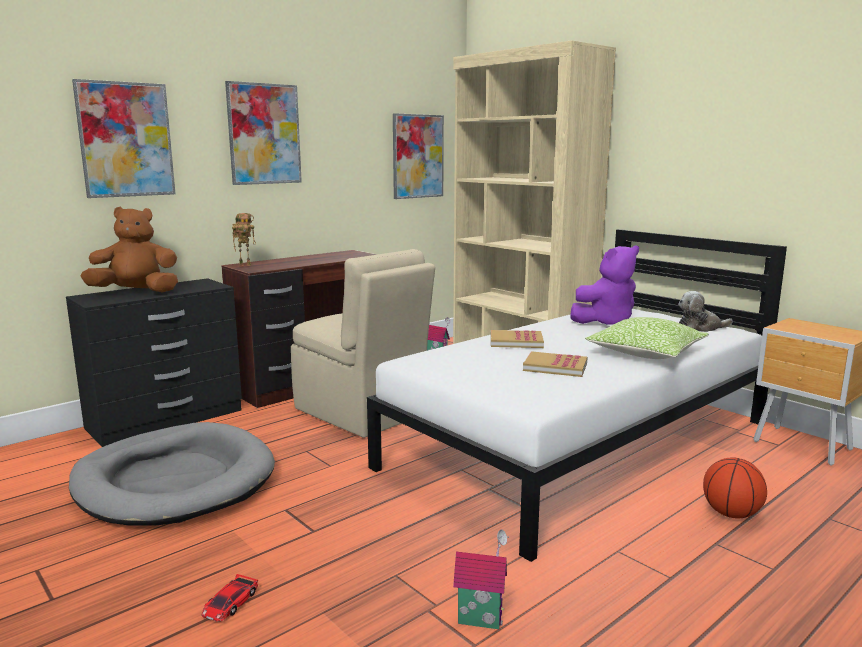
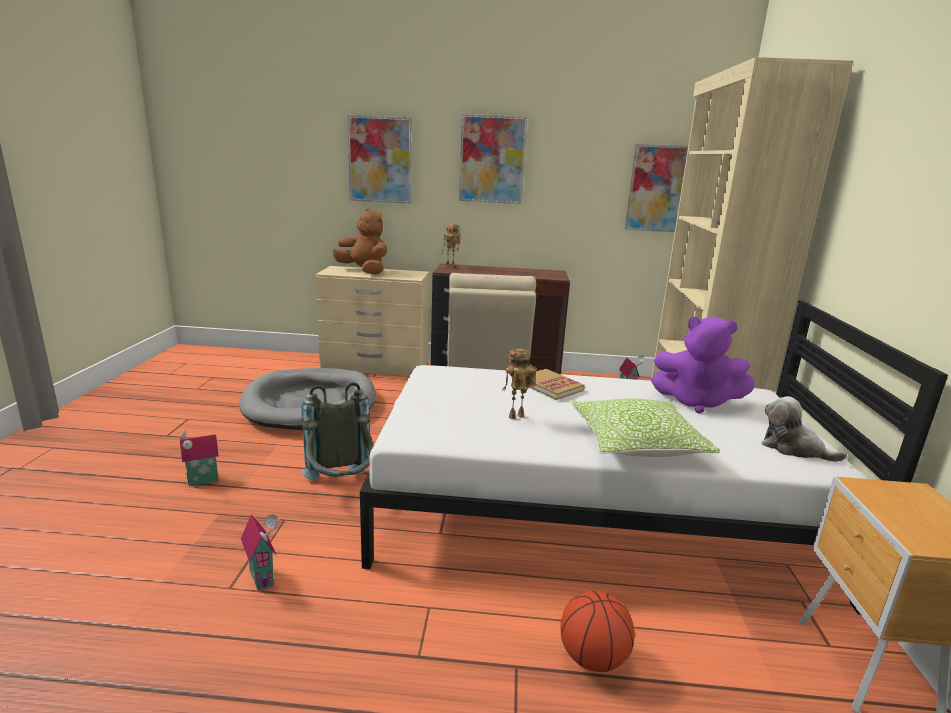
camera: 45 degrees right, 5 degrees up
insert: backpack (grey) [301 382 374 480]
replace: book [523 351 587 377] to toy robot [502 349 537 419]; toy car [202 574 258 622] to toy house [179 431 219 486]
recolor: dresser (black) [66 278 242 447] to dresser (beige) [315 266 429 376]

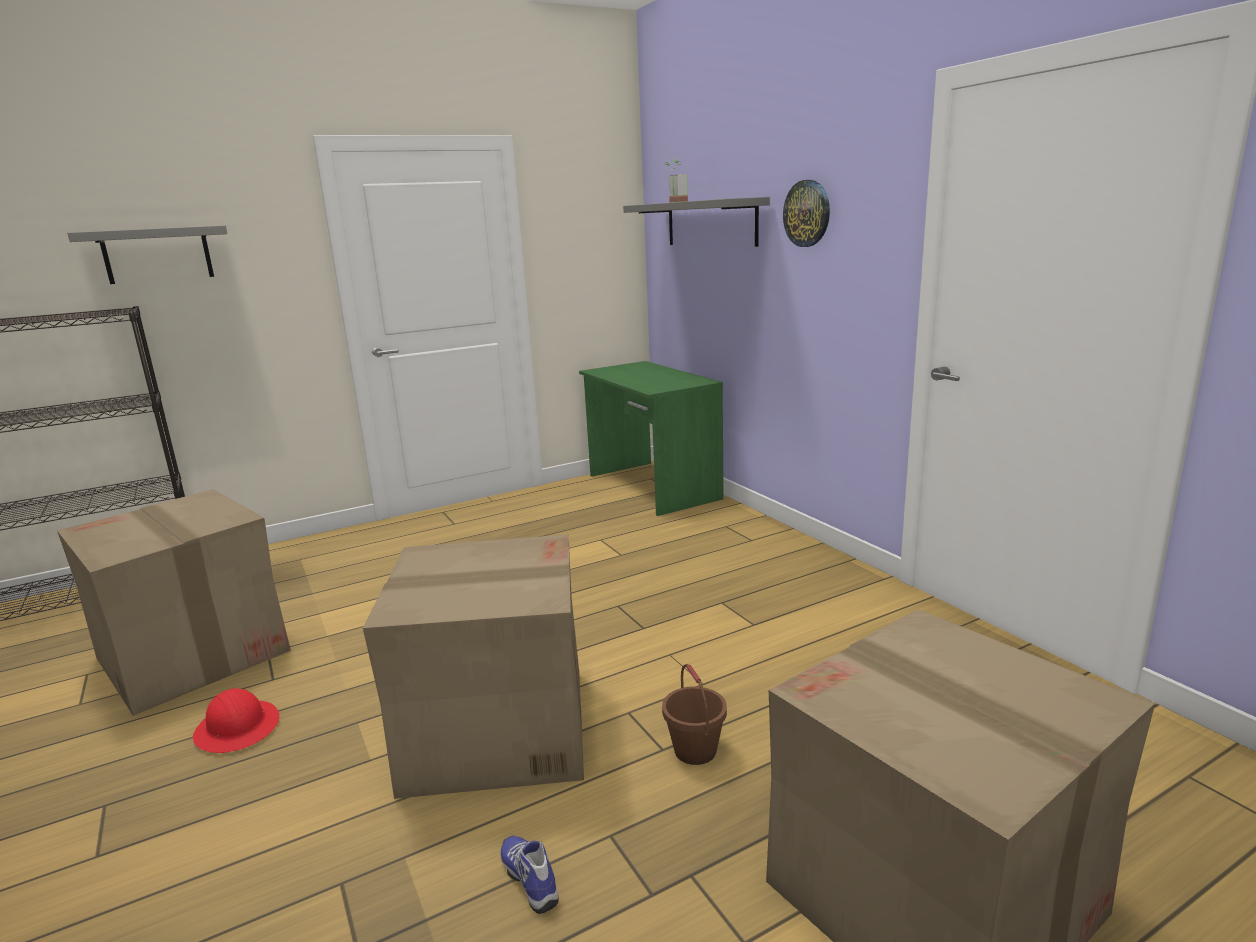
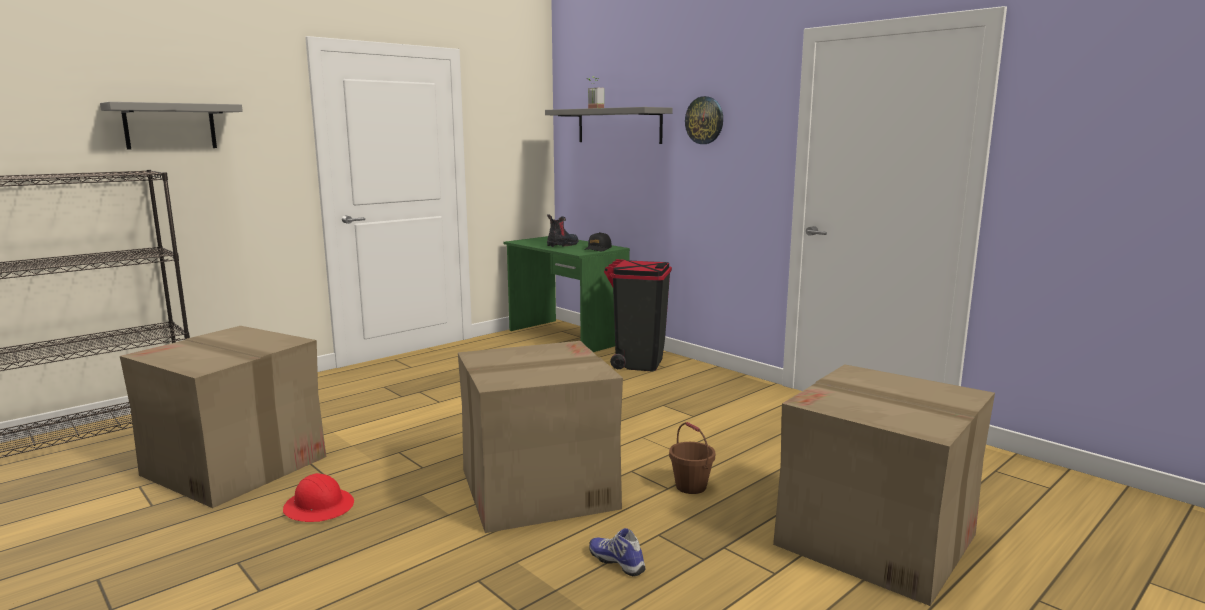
camera: 15 degrees left, 5 degrees down
insert: boot [547 214 579 247]; cap (black) [585 232 612 251]; trash can (black) [604 259 672 371]

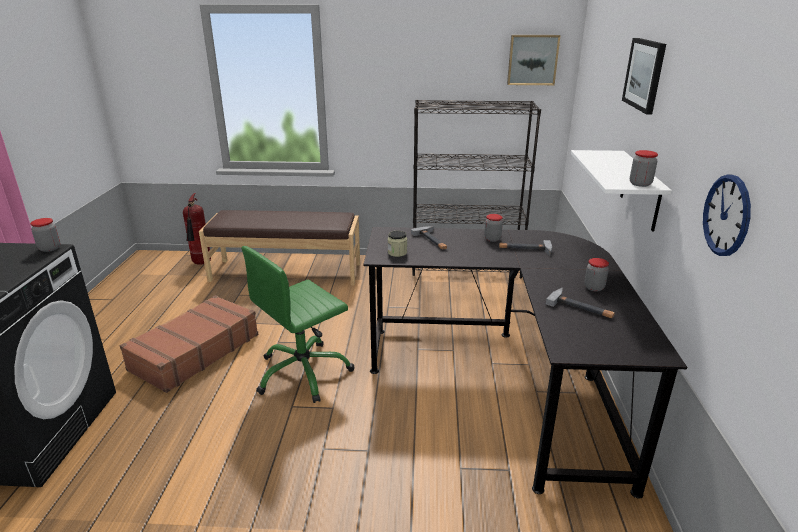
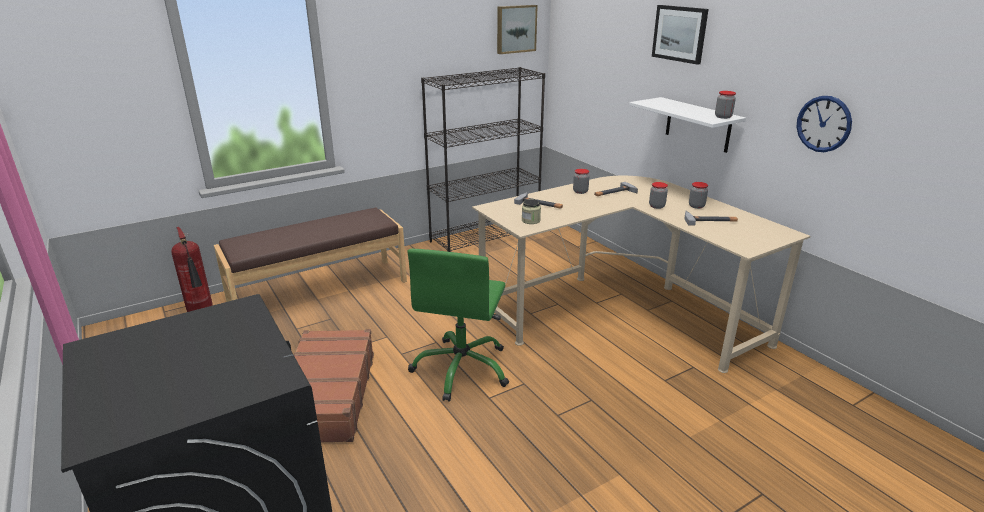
camera: 35 degrees left, 0 degrees up
move: jar [30 218 60 252] to [649 182 668 209]
recolor: desk (black) [363 227 687 499] to desk (beige) [472 176 810 373]

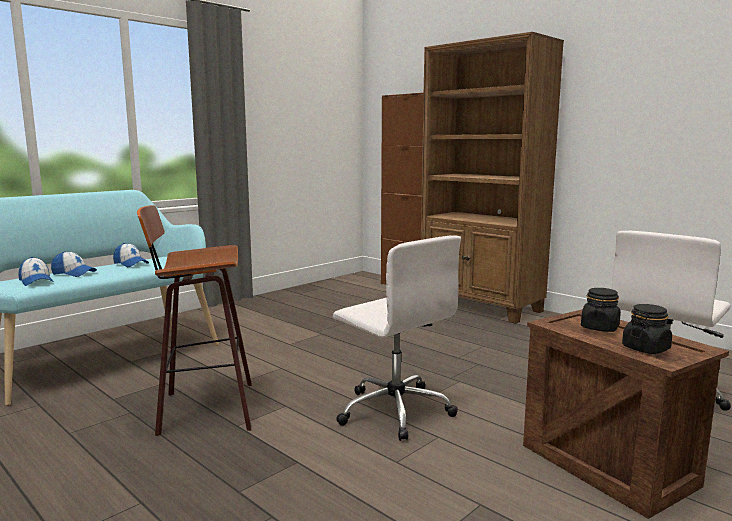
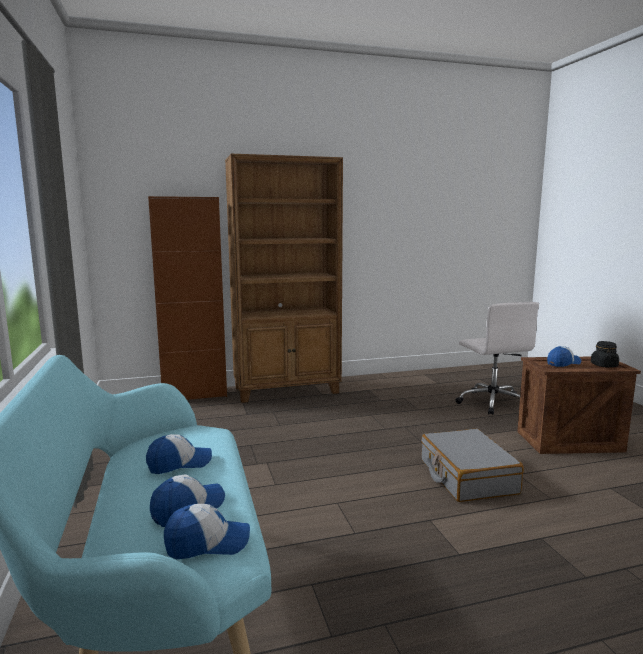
camera: 60 degrees left, 0 degrees up
delete: stool [137 205 252 436]
replace: office chair (white) [333 236 461 441] to suitcase (grey) [421 429 524 502]; jar (black) [581 288 621 332] to cap [547 346 581 367]

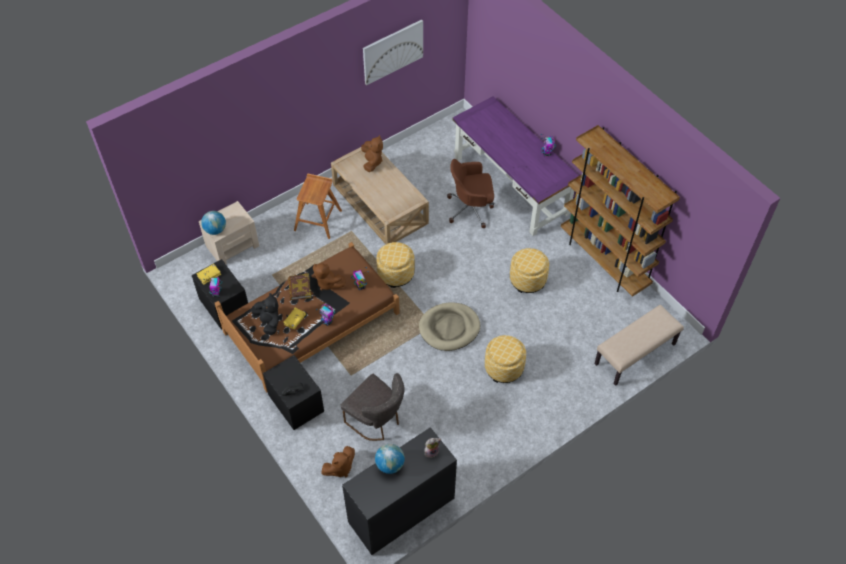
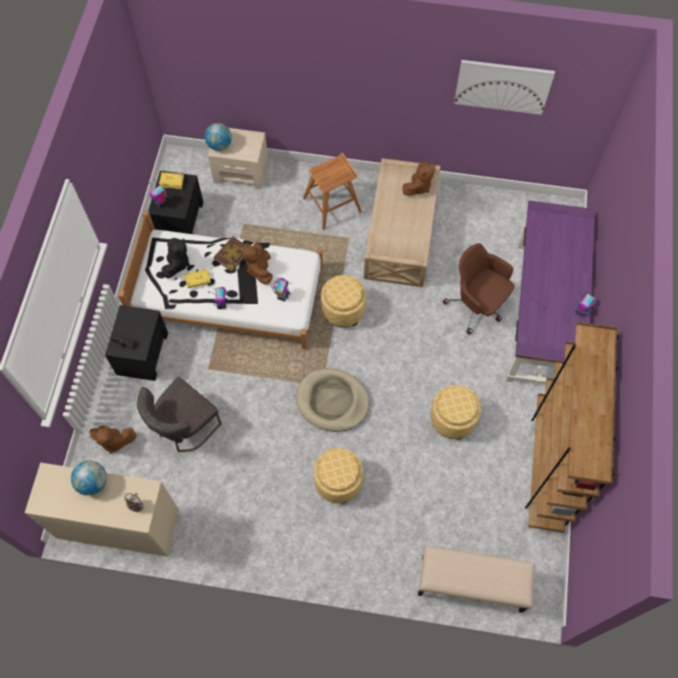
camera: 45 degrees right, 10 degrees up
recolor: bed (brown) [215 242 400 392] to bed (white) [118 210 323 349]; dresser (black) [342 427 457 555] to dresser (beige) [25 462 179 557]
rotate: chair (grey) [340 373 405 441] = [137 377 222 452] 45 degrees clockwise

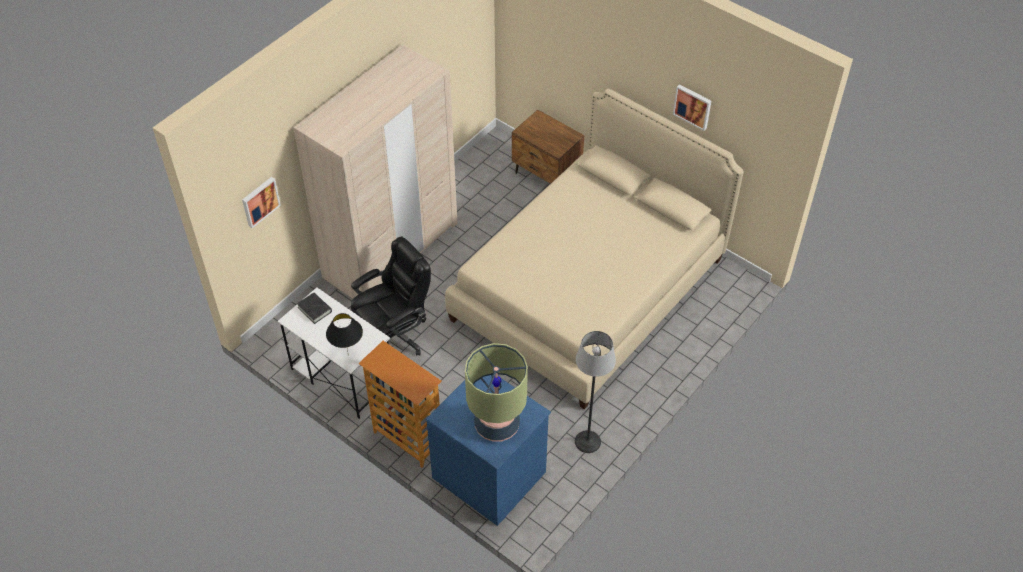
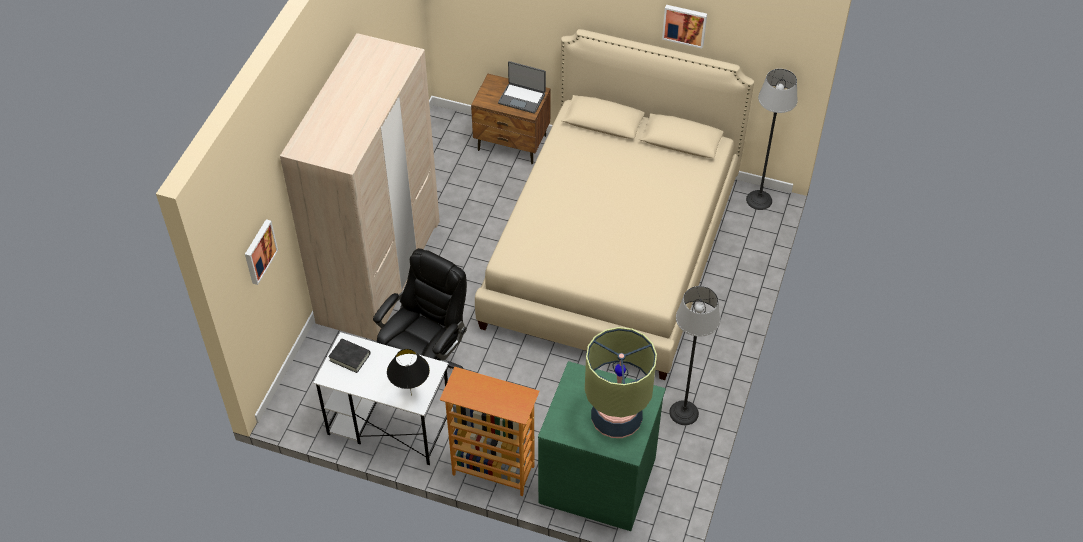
camera: 20 degrees left, 0 degrees up
insert: laptop [498 61 546 114]; floor lamp [746 69 798 210]
recolor: dresser (blue) [426 375 551 526] to dresser (green) [538 361 666 531]

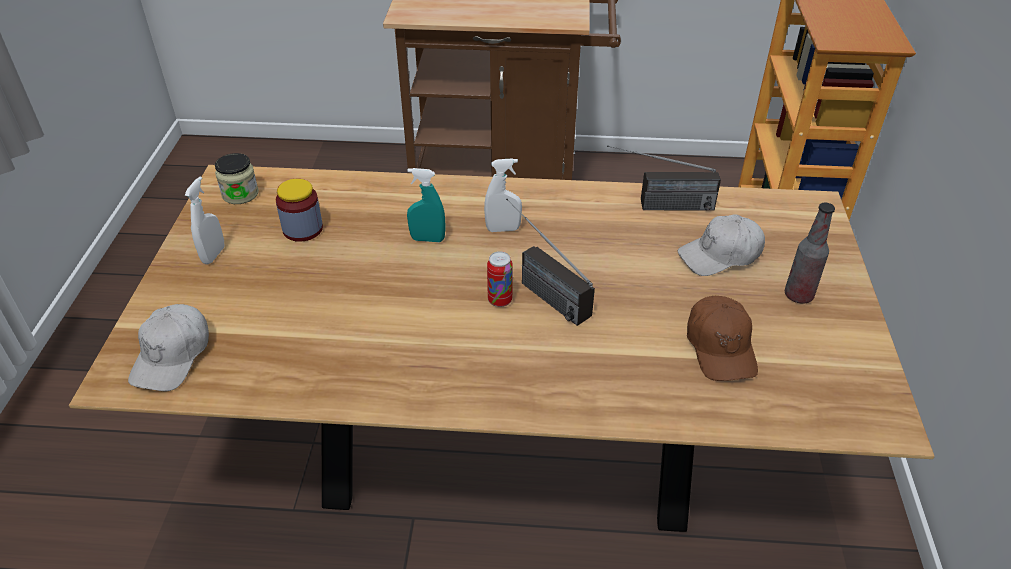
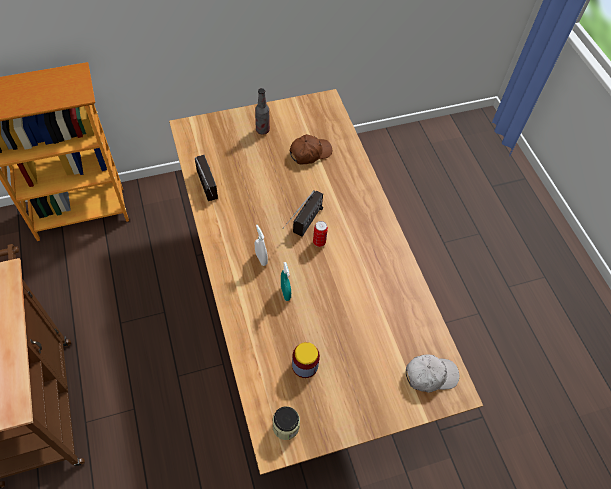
camera: 115 degrees left, 15 degrees up
delete: spray bottle (white) [185 176 225 264]; cap (white) [678 214 765 276]

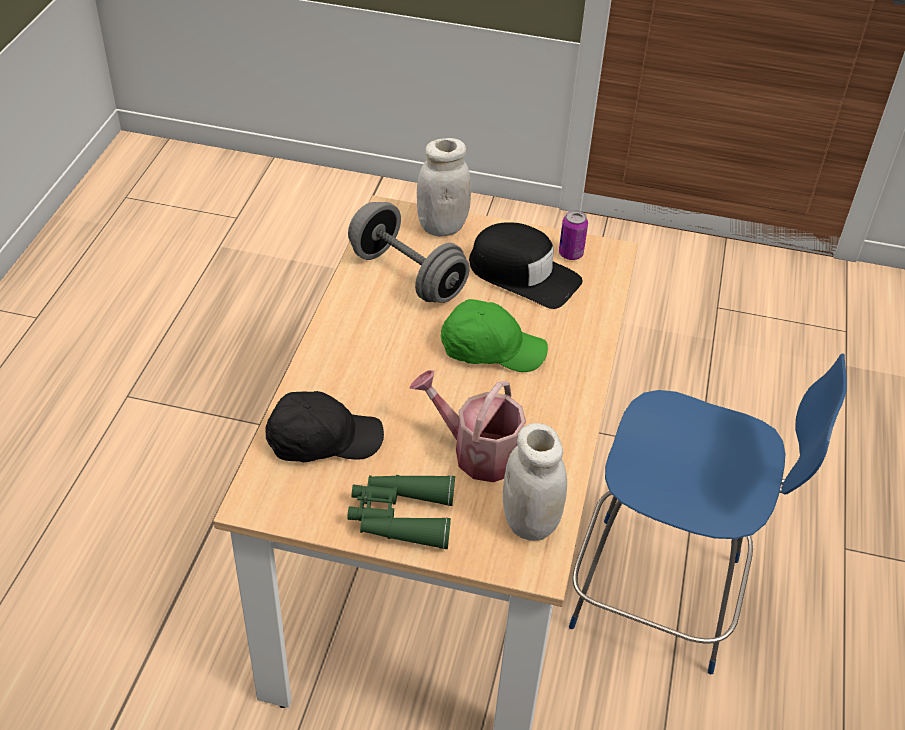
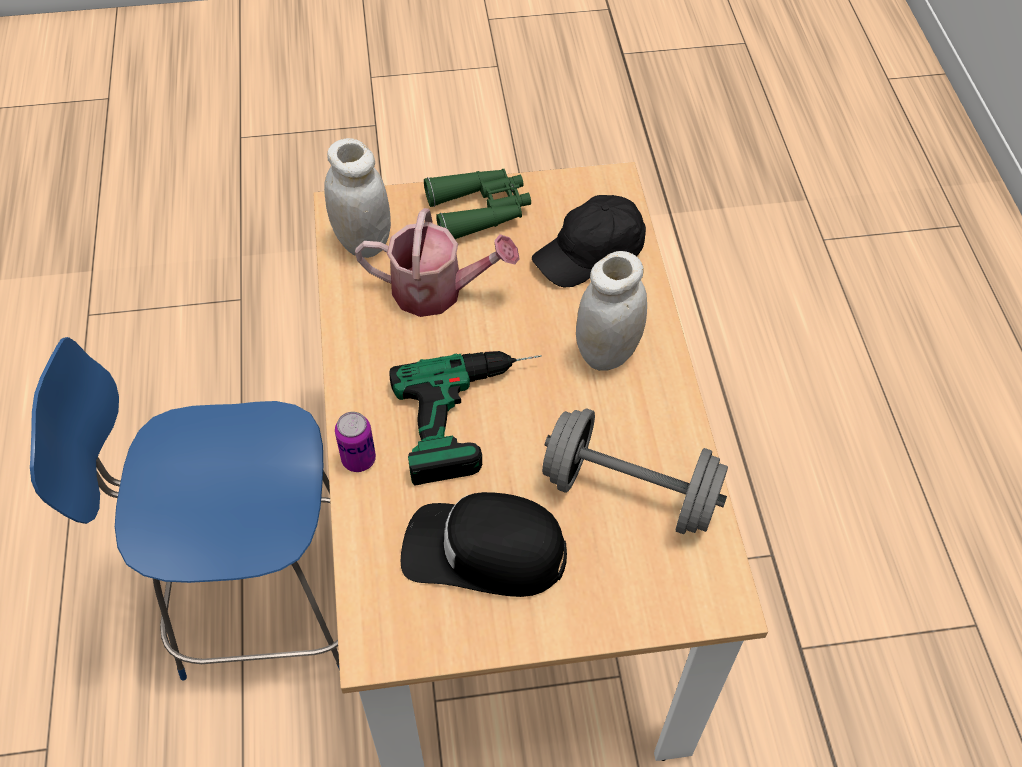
camera: 160 degrees right, 10 degrees up
move: jar (white) [417 138 471 237] to [576 251 647 371]; can [559 210 588 260] to [335 412 376 472]
replace: cap (green) [441 299 548 372] to power drill [390 351 542 486]

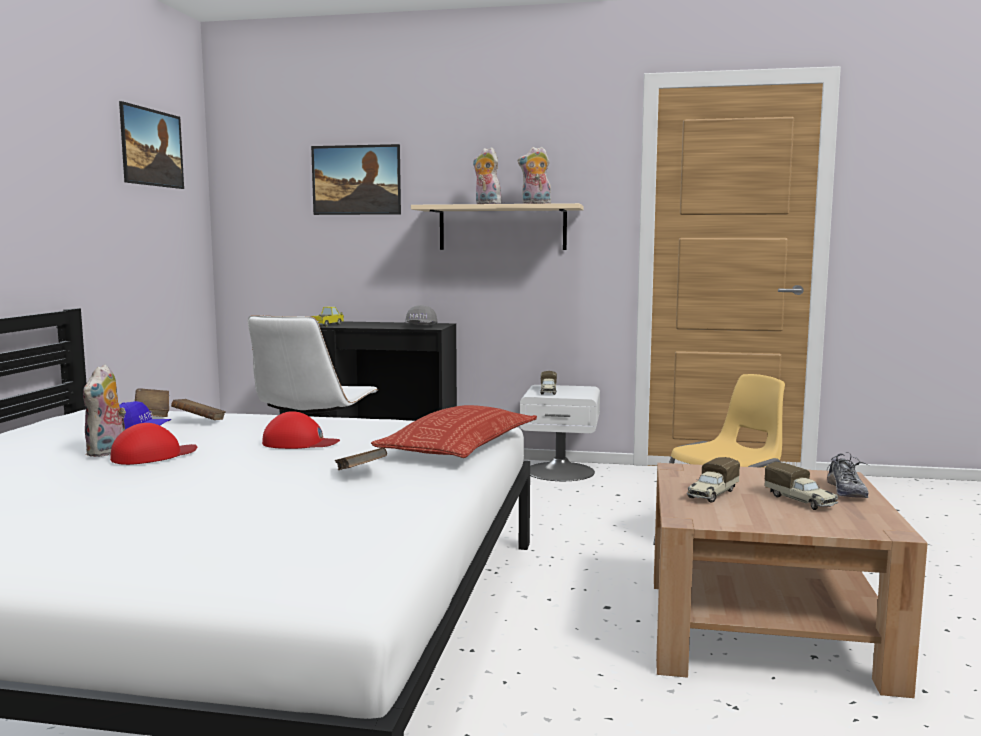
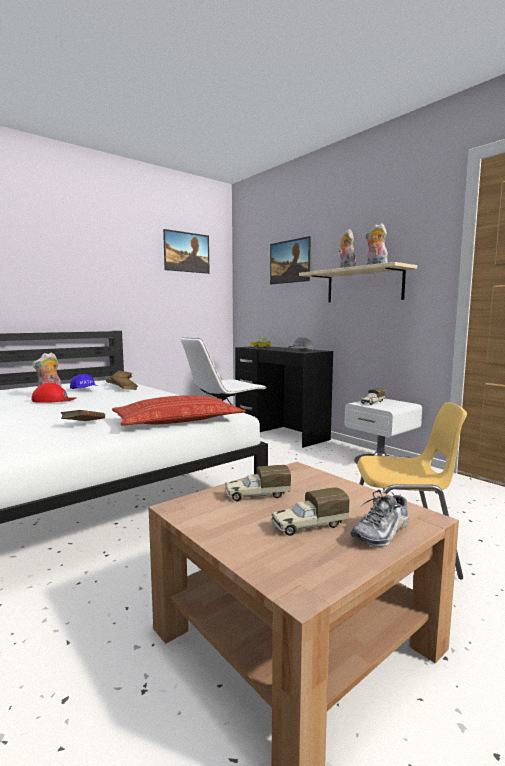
camera: 40 degrees right, 0 degrees up
delete: cap (red) [262 411 340 449]
rotate: toy truck [764 462 838 510] = [271 487 350 536] 60 degrees clockwise

